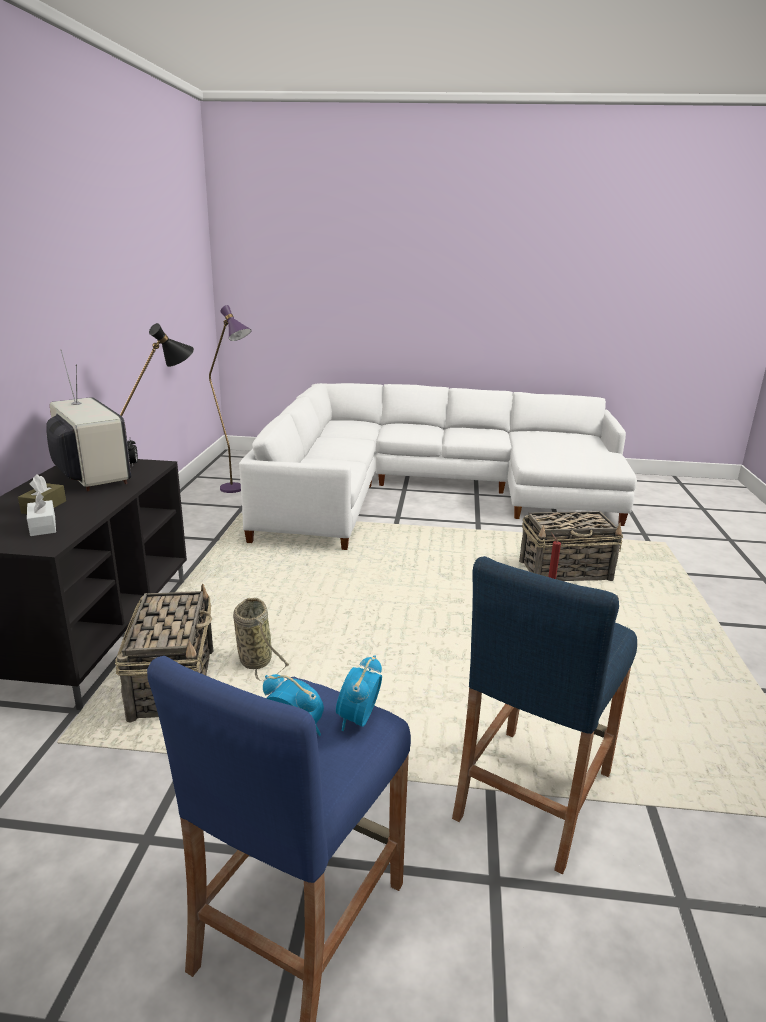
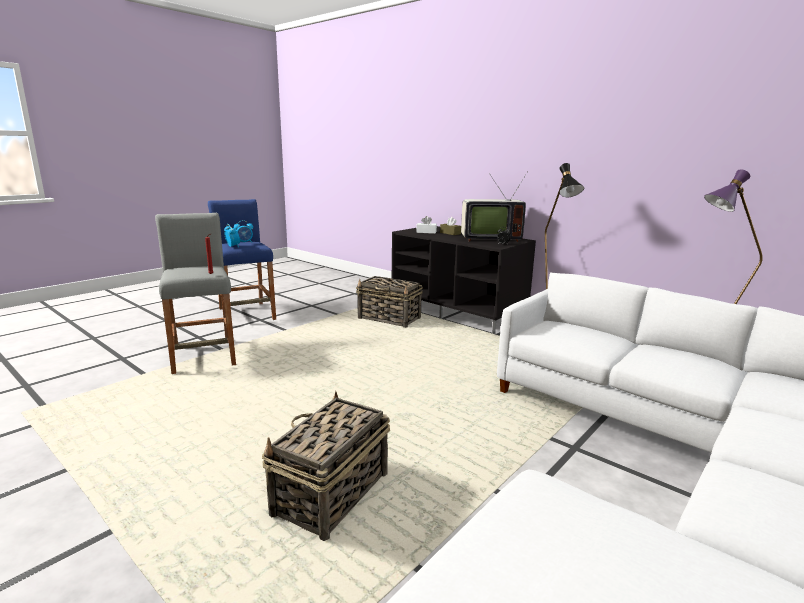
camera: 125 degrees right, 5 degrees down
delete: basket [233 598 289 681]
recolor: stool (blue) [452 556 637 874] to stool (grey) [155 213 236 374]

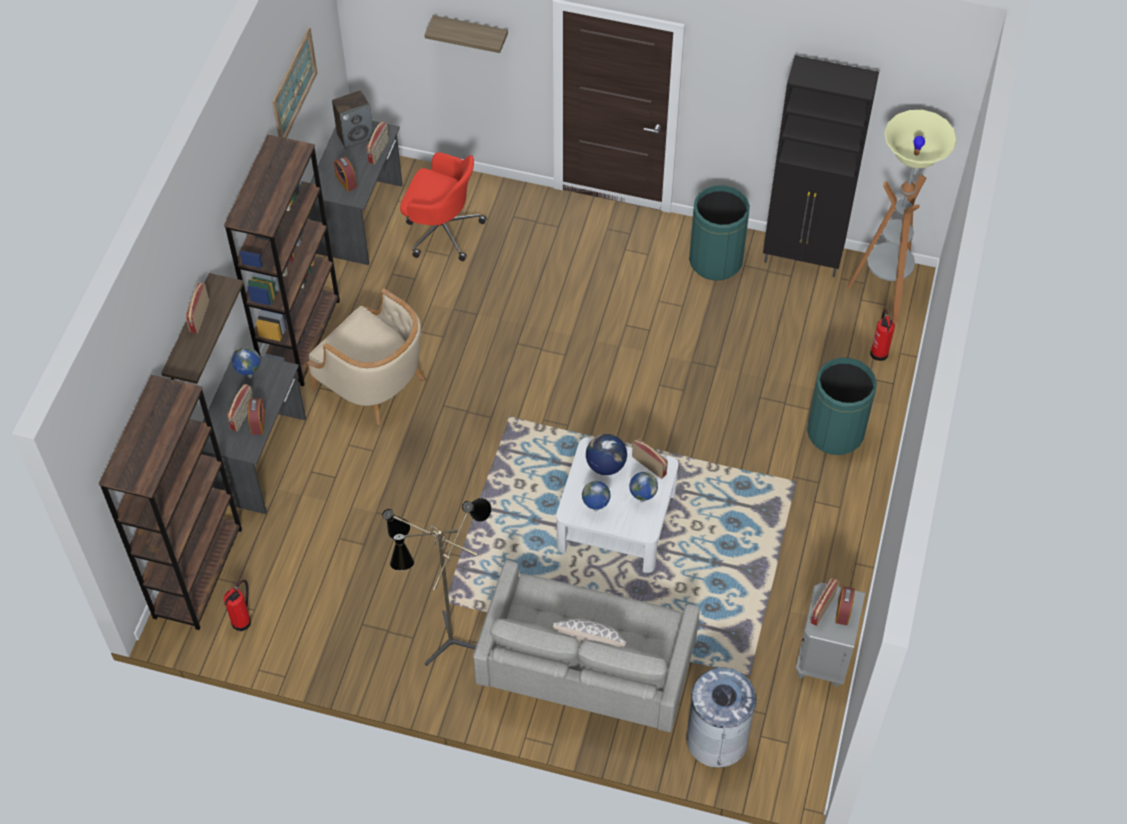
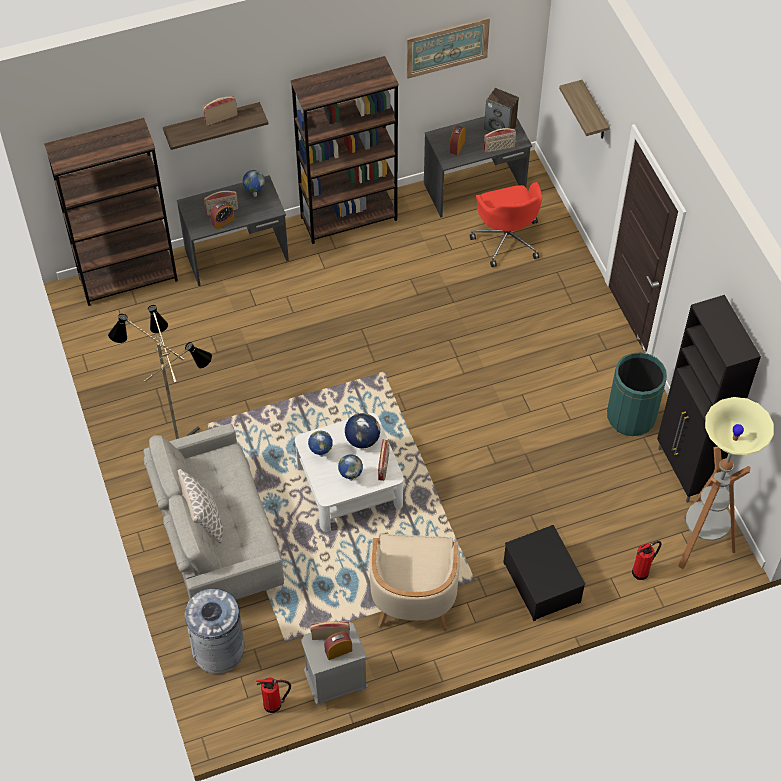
camera: 55 degrees right, 0 degrees up
move: armchair (beige) [307 288 426 426] to [370 534 460 631]; fire extinguisher [223 579 251 631] to [256 678 291 713]
replace: trash can (green) [807 358 877 455] to storage box [503 525 586 621]

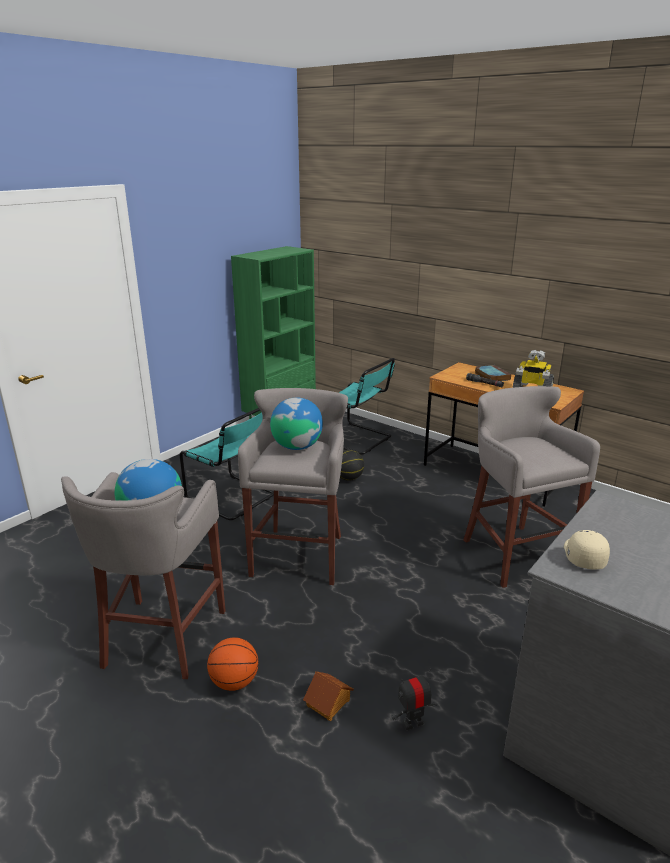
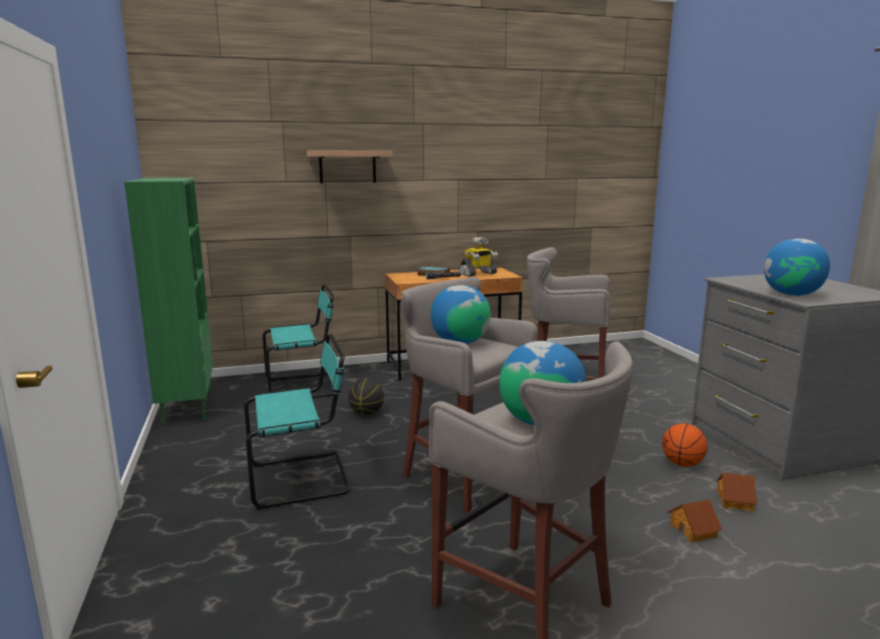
camera: 55 degrees left, 10 degrees down
insert: shelf [307 151 393 183]
move: basketball [207 637 258 691] to [662 423 708 467]
replace: cap (beige) [564 530 610 569] to globe [764 239 830 296]; toy robot [392 669 436 731] to toy house [717 473 757 511]

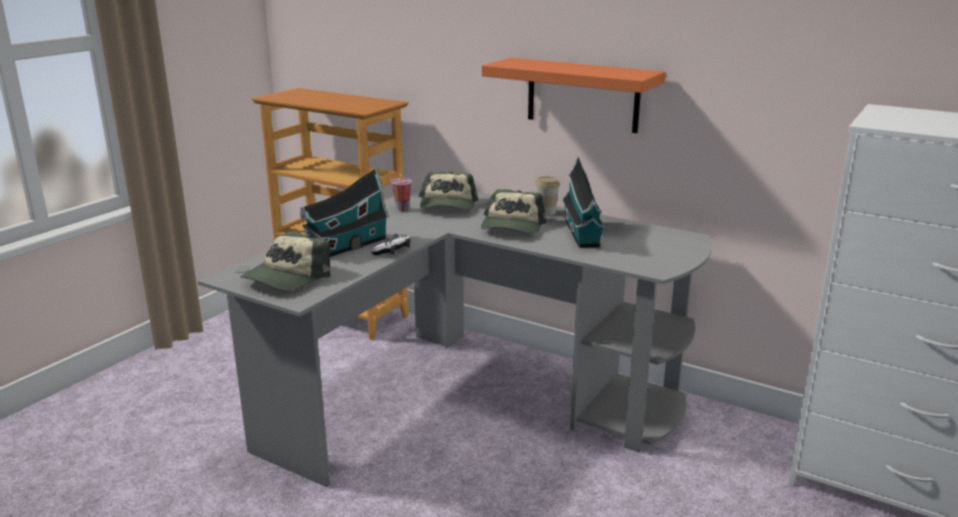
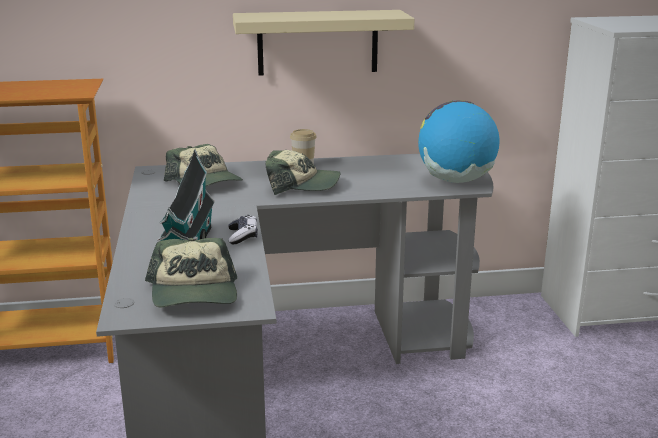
camera: 40 degrees left, 0 degrees up
delete: toy house [562 156 606 248]; cup [389 178 412 211]
insert: globe [418 100 500 183]
recolor: shelf (orange) [482 58 665 133] to shelf (beige) [233 10 414 75]
rotate: cap [481 189 547 234] = [265 150 340 195] 60 degrees counterclockwise

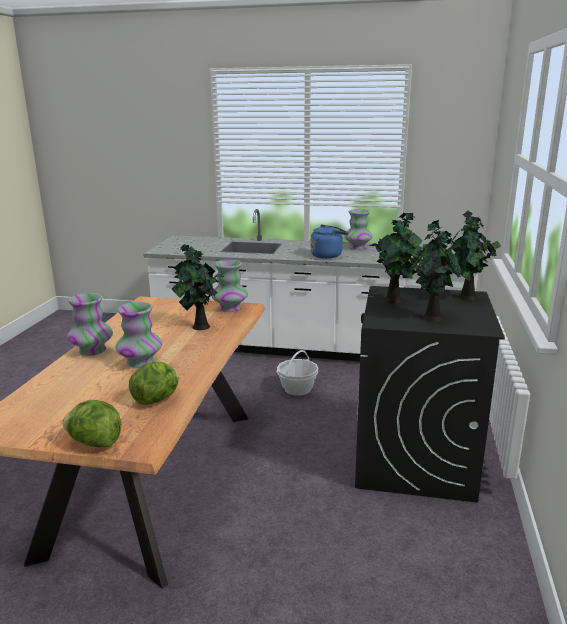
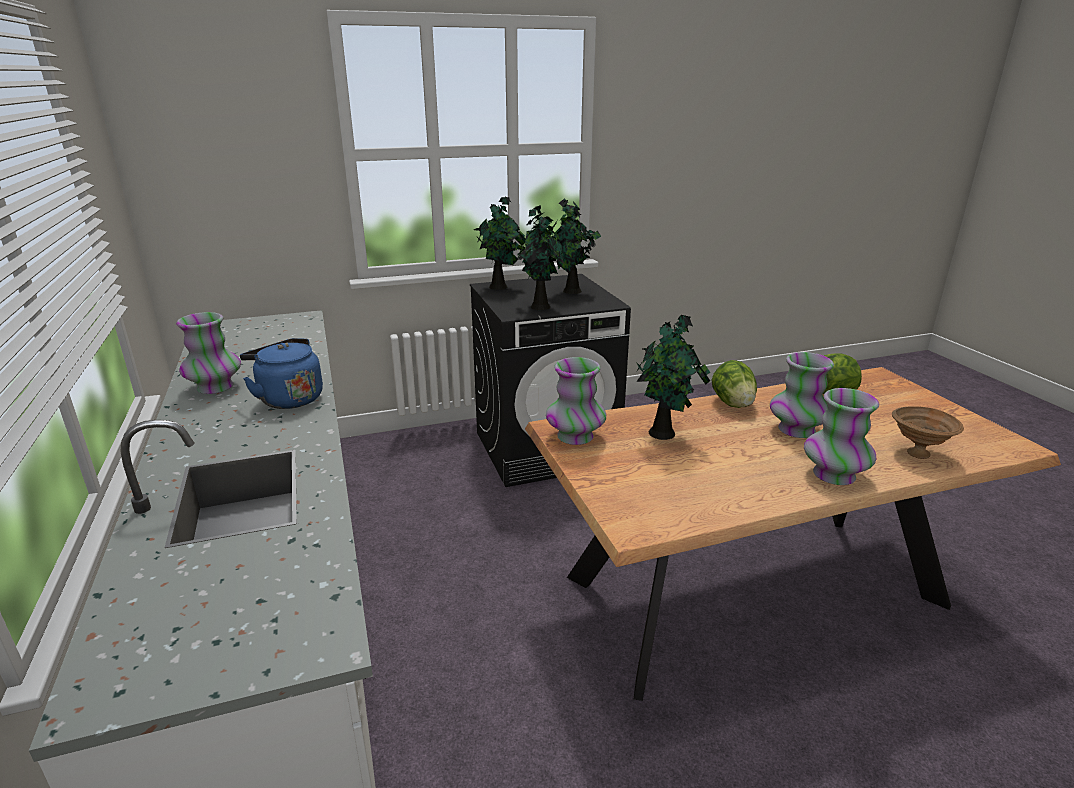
camera: 120 degrees left, 5 degrees up
delete: basket [277 350 318 396]
insert: bowl (brown) [892 406 964 459]
move: lettuce [63 400 121 447] to [712 360 757 408]

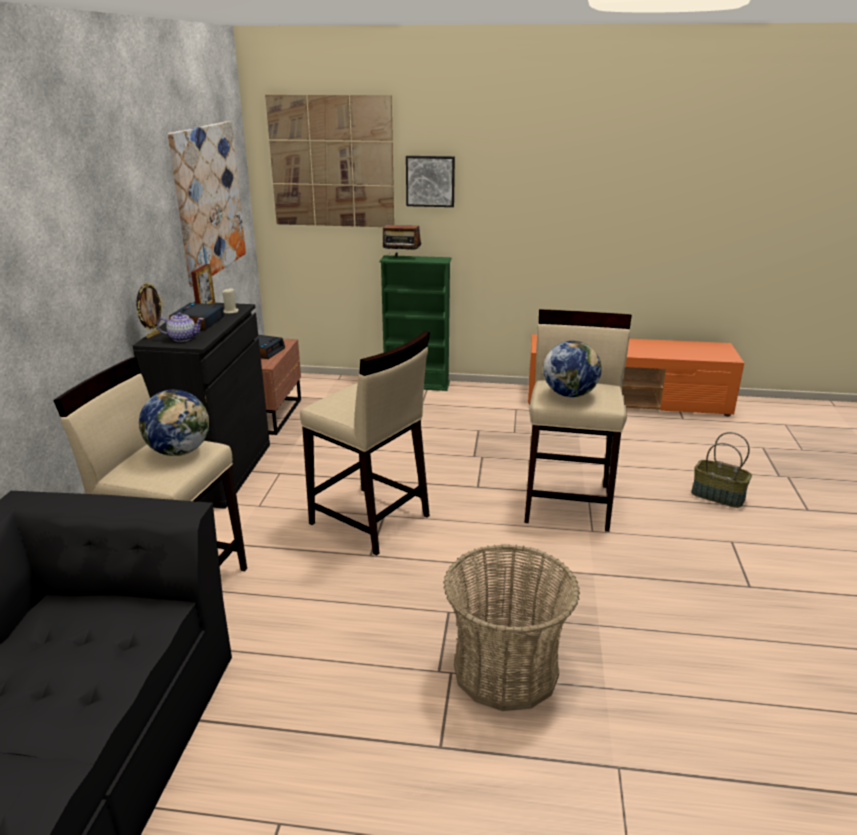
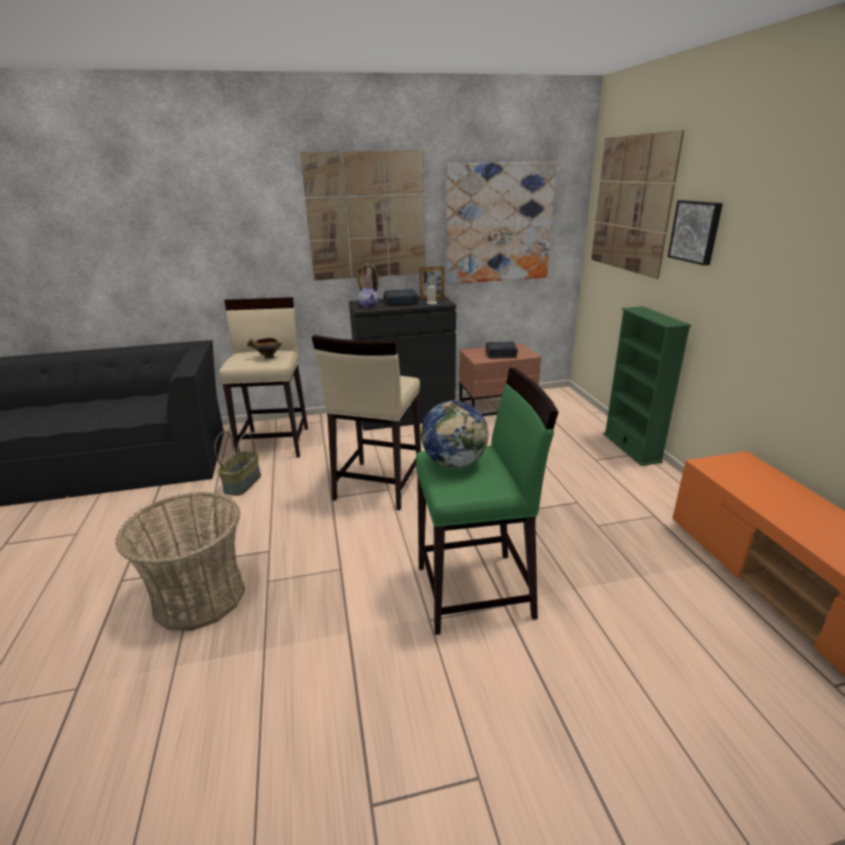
camera: 70 degrees right, 0 degrees up
delete: radio [383 219 421 256]
insert: picture [300 150 425 281]
move: basket [691 432 752 508] to [215 431 261 496]
replace: globe [139 390 209 456] to bowl [247 338 282 359]
recolor: stool (beige) [524 309 632 532] to stool (green) [415 368 559 635]

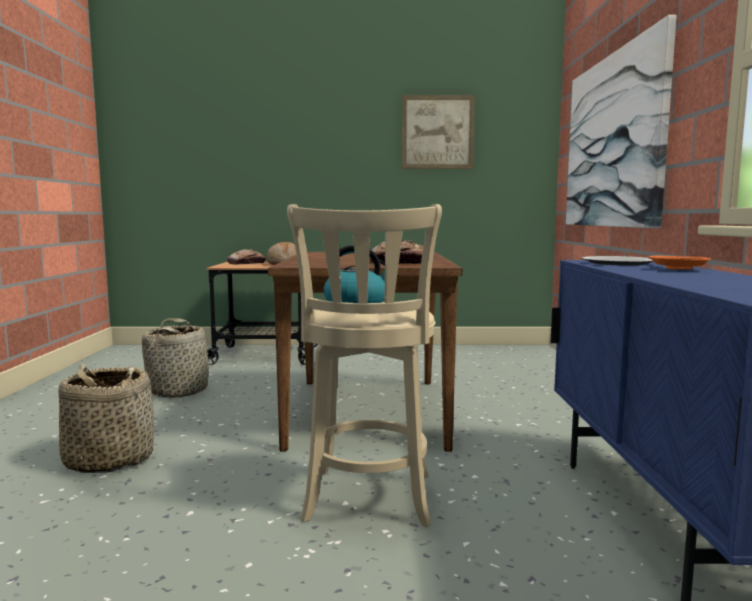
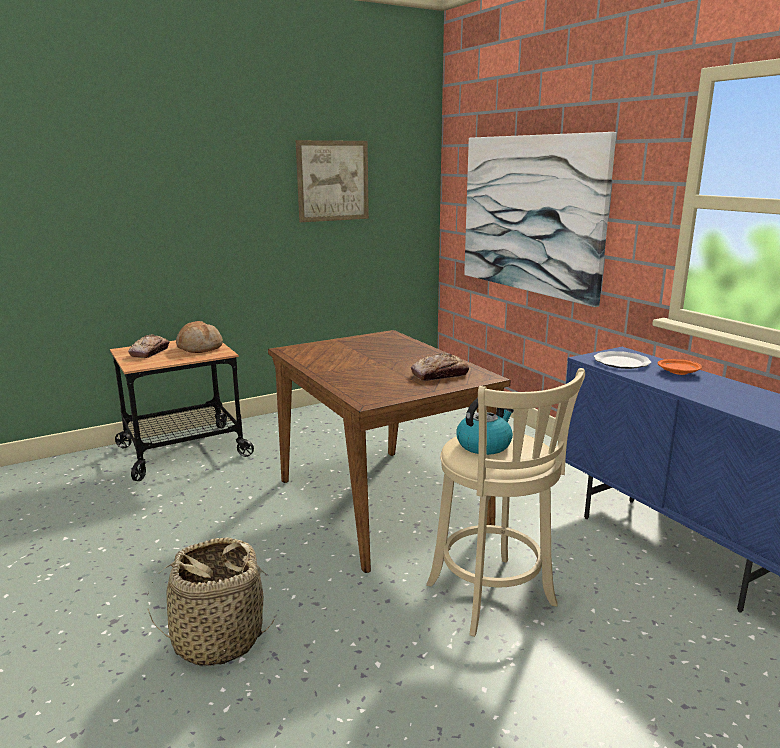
camera: 30 degrees left, 10 degrees up
delete: basket [142 318 210 398]

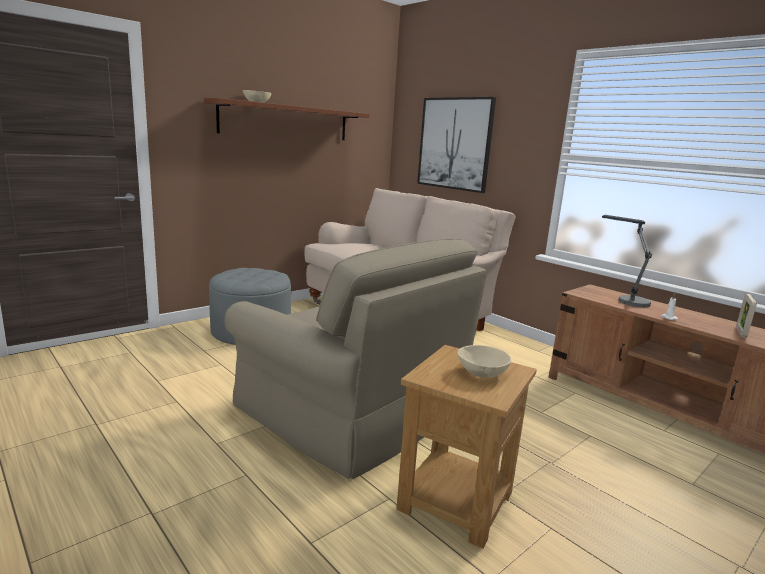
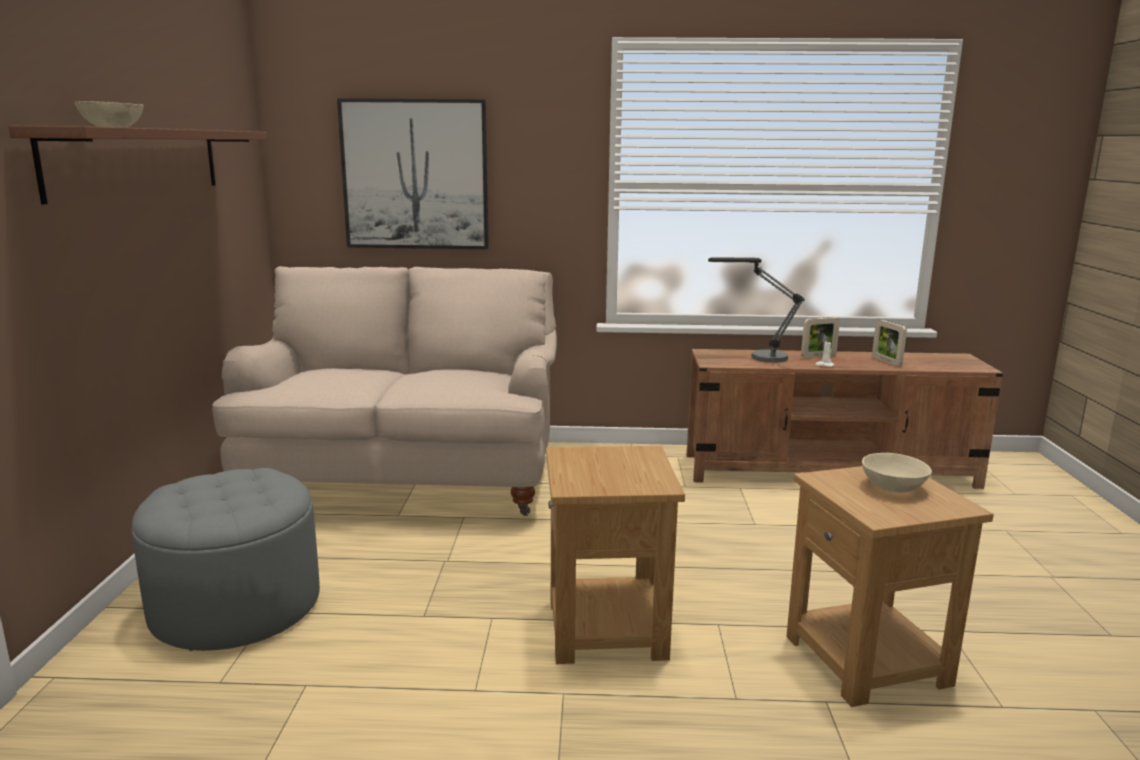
camera: 45 degrees left, 0 degrees up
insert: picture frame [801 317 840 358]
replace: armchair (beige) [225 238 487 479] to side table (brown) [546 446 685 664]

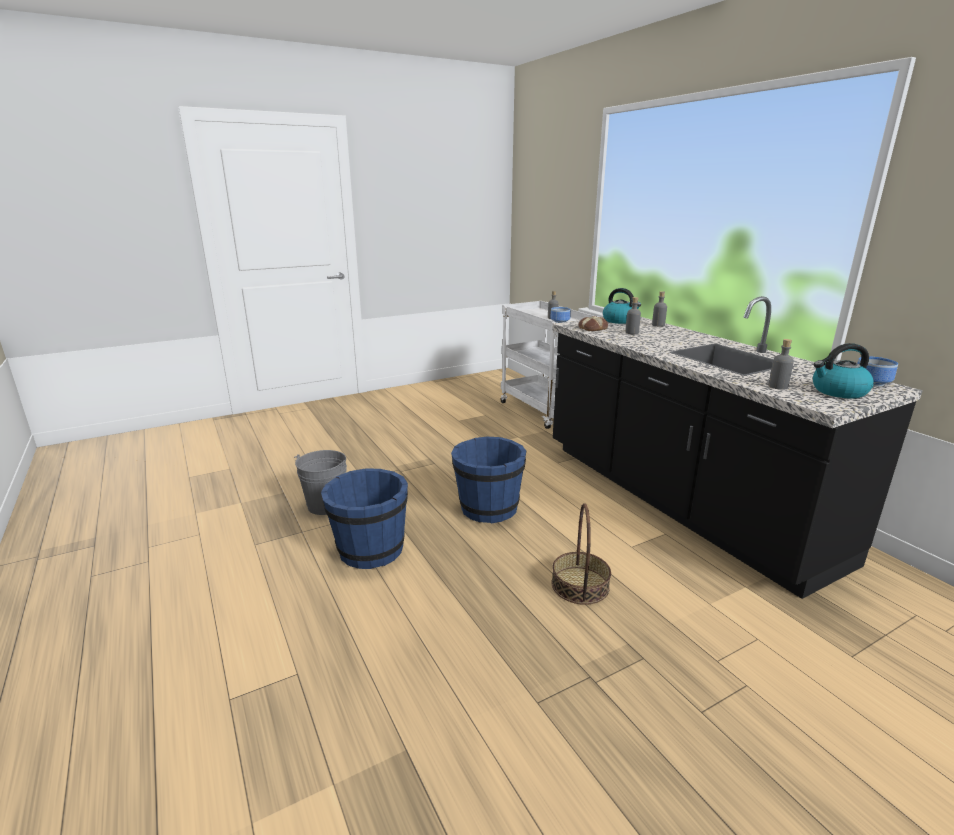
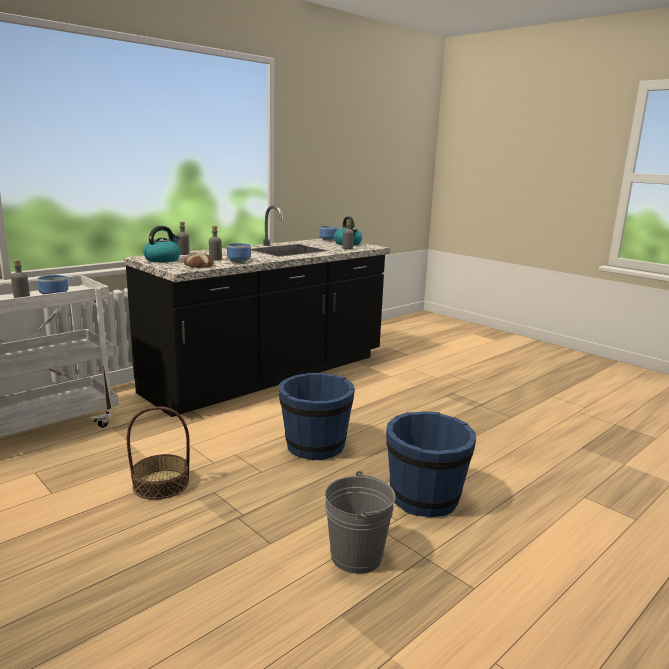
camera: 105 degrees left, 5 degrees down
insert: bowl [227 243 251 263]
move: basket [551 503 611 605] to [127 406 190 500]

